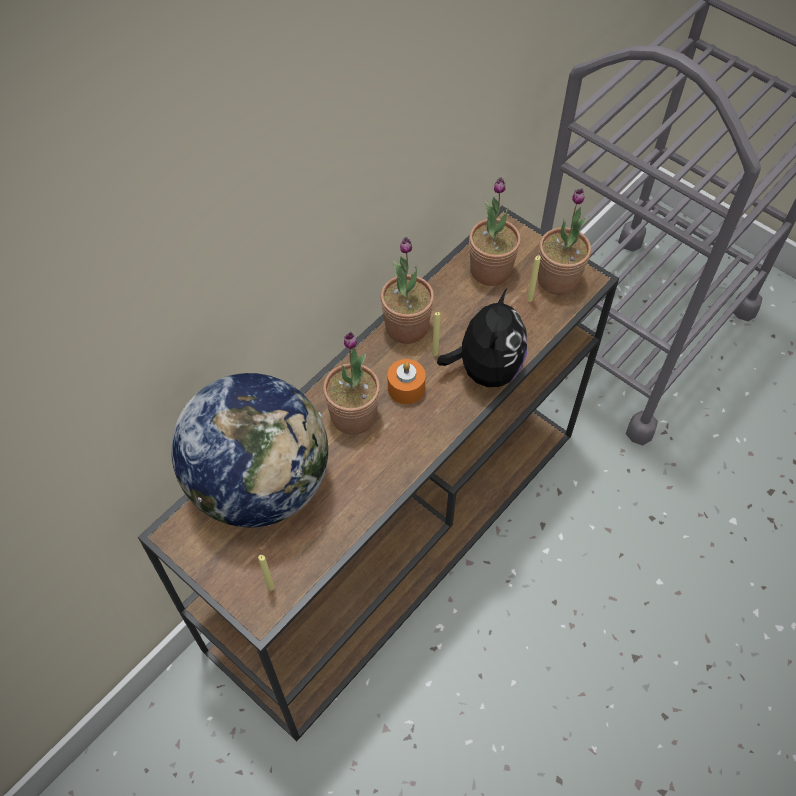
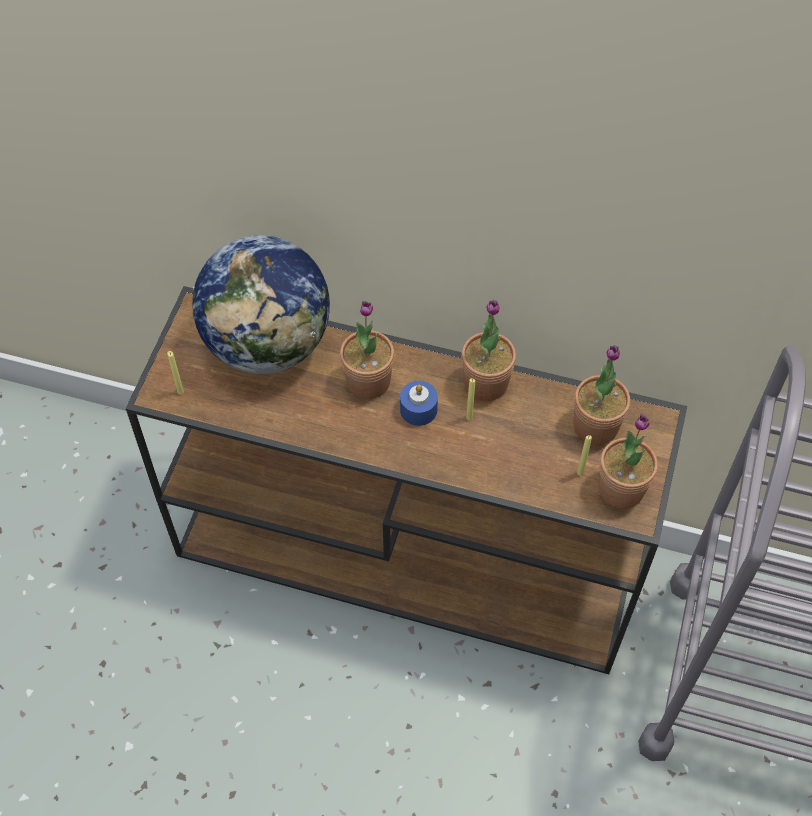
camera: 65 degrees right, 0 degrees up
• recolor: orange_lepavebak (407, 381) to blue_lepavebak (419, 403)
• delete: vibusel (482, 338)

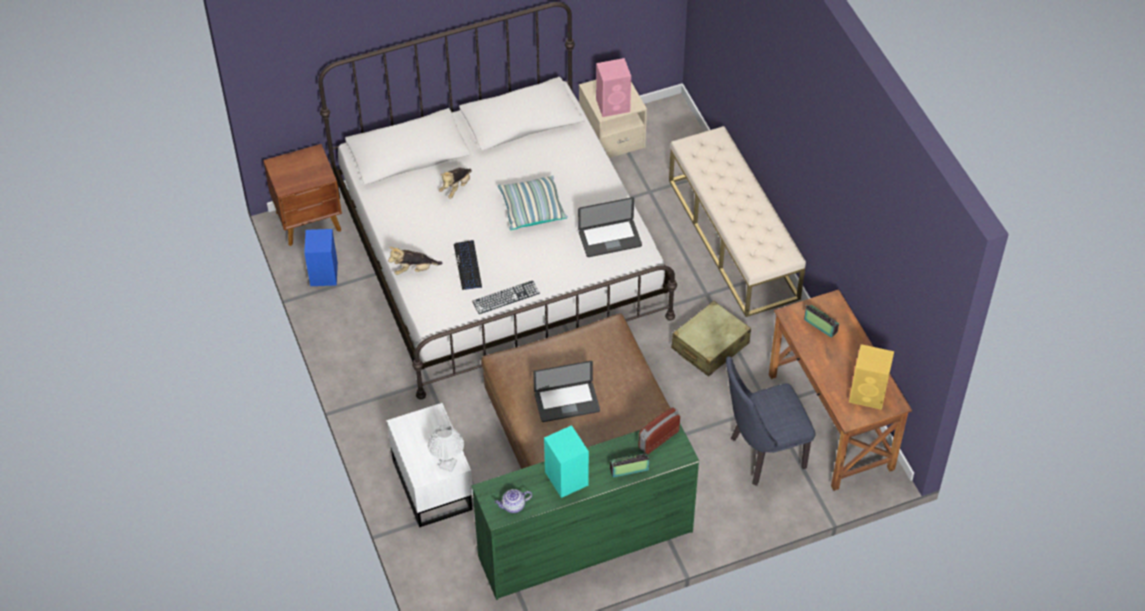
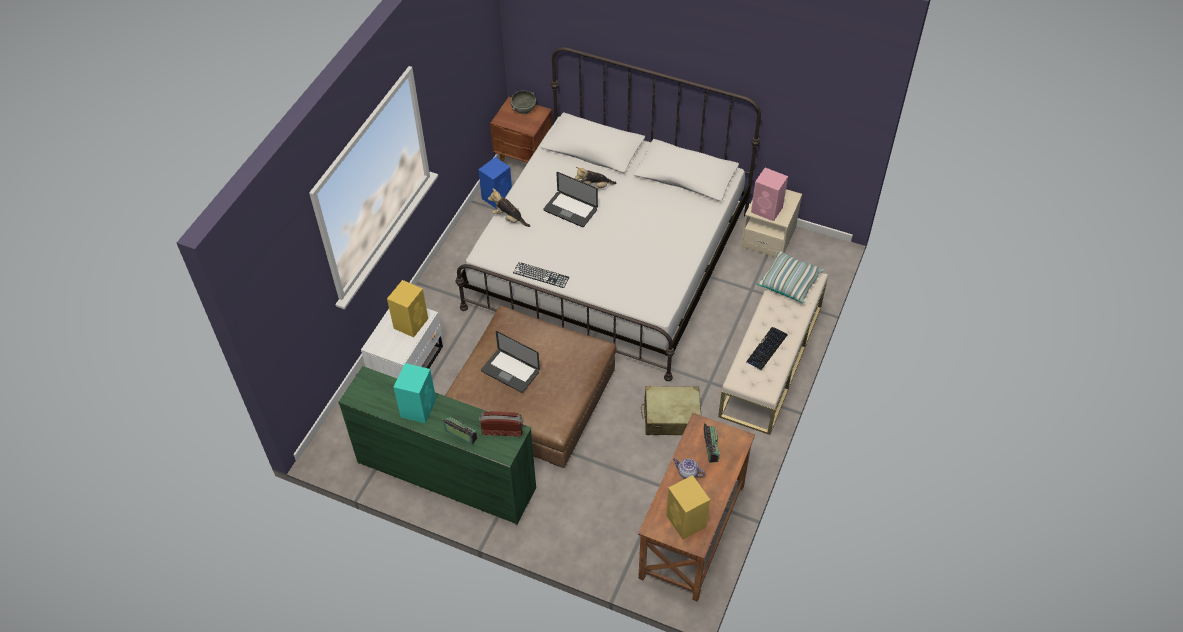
camera: 45 degrees right, 0 degrees up
• delete: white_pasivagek (446, 448)
• move: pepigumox (468, 265) to (767, 348)
• move: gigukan (513, 501) to (689, 468)
• move: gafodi (533, 202) to (790, 276)
• move: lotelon (610, 227) to (570, 199)
• delete: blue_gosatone (770, 421)
• insert: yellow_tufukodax (407, 308)
• insert: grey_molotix (523, 102)

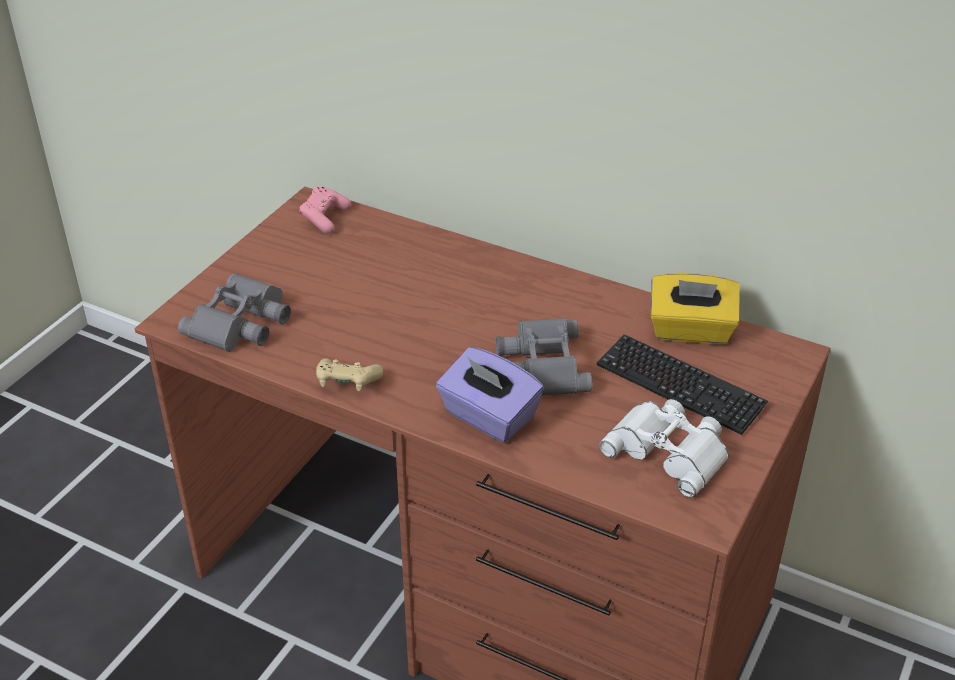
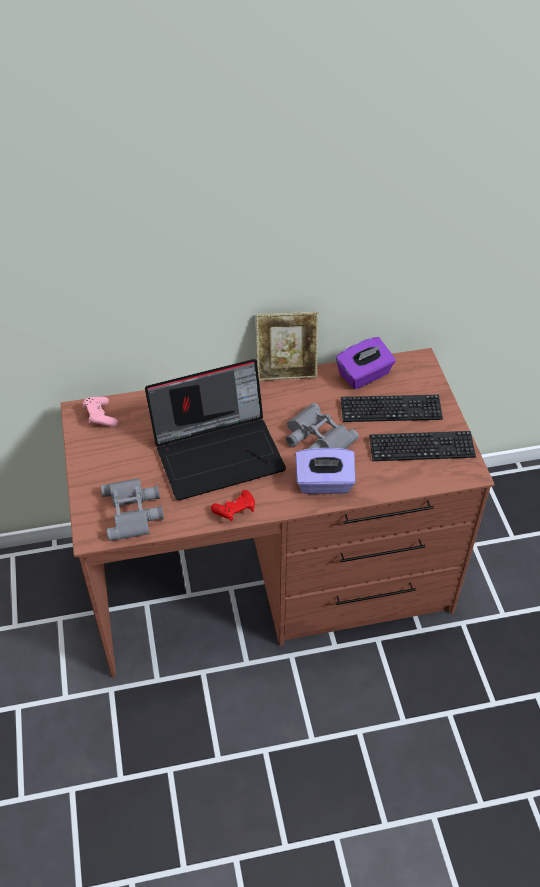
camera: 40 degrees left, 10 degrees up
• recolor: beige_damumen (349, 374) to red_damumen (233, 505)
• replace: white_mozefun (664, 448) to pepigumox (422, 446)
• recolor: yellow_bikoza (695, 308) to purple_bikoza (366, 363)
• insert: lotelon (215, 429)
• insert: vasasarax (287, 346)

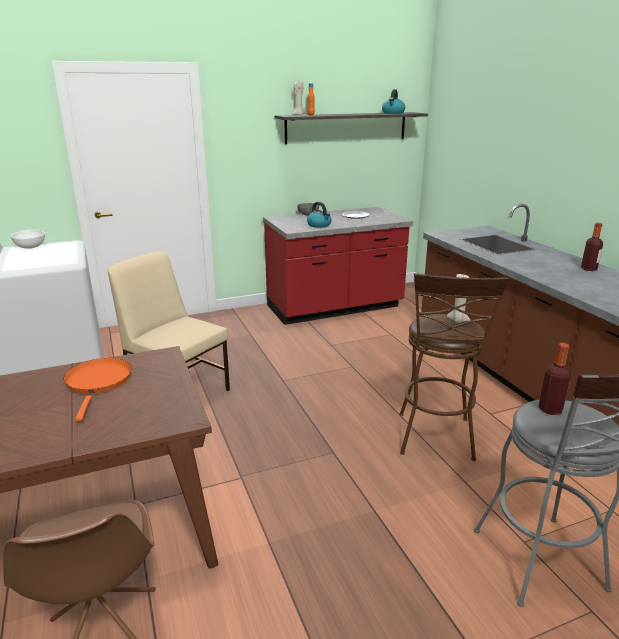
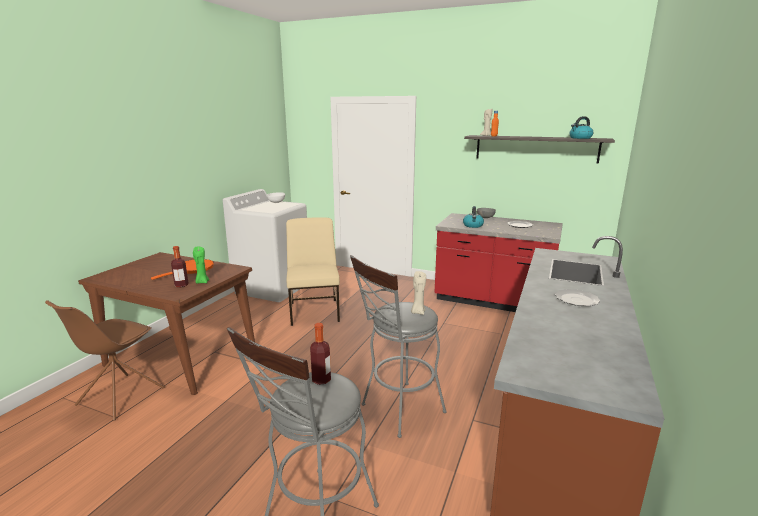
camera: 45 degrees right, 5 degrees down
• recolor: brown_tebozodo (454, 367) to grey_tebozodo (398, 346)
• move: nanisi (592, 247) to (180, 266)
• insert: green_lepavebak (201, 265)
• insert: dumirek (577, 297)

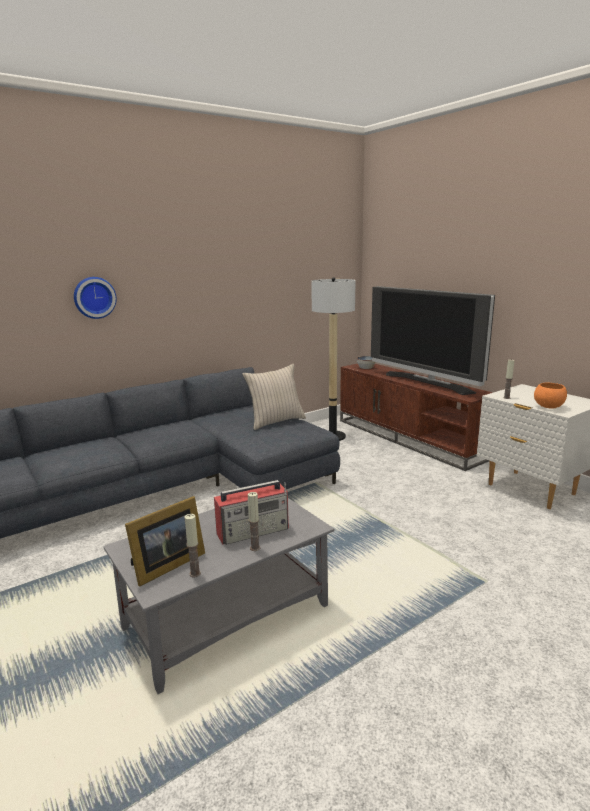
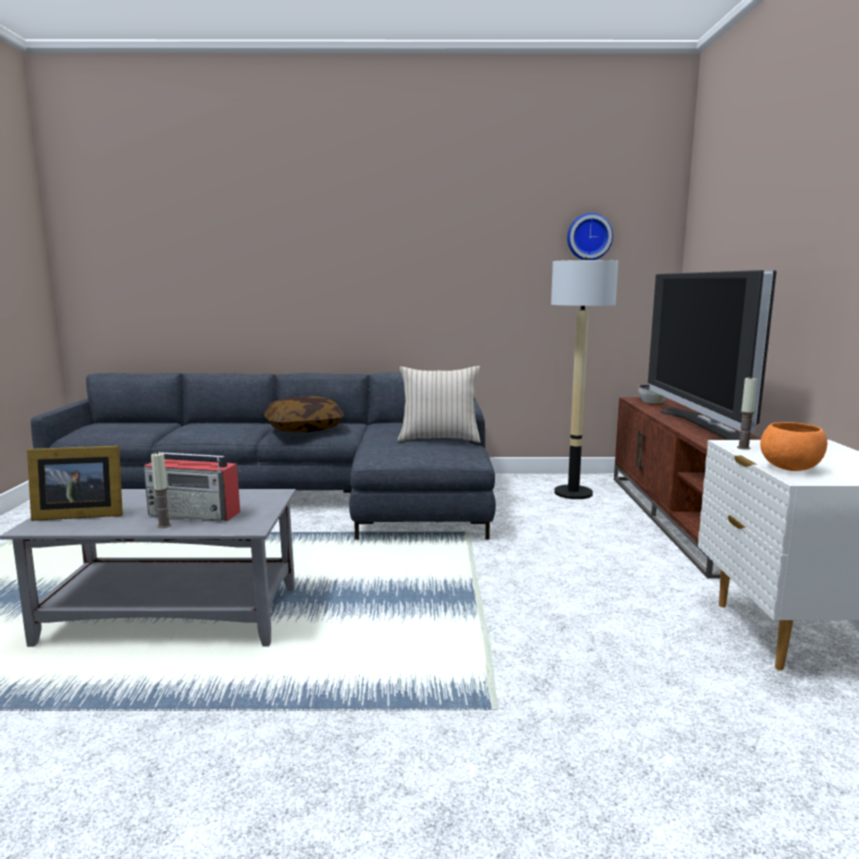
camera: 35 degrees right, 5 degrees down
• move: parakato (95, 298) to (590, 236)
• delete: lepavebak (192, 545)
• insert: gafodi (304, 414)

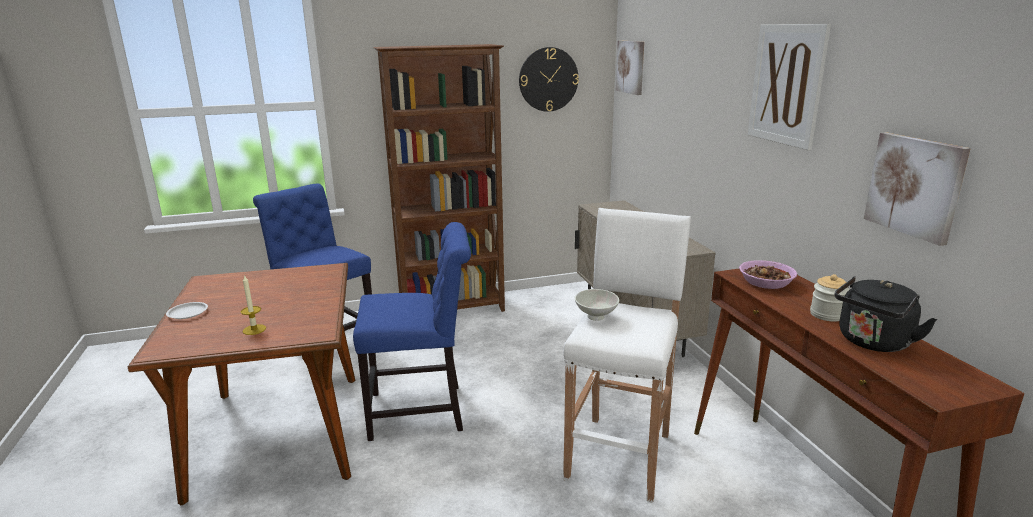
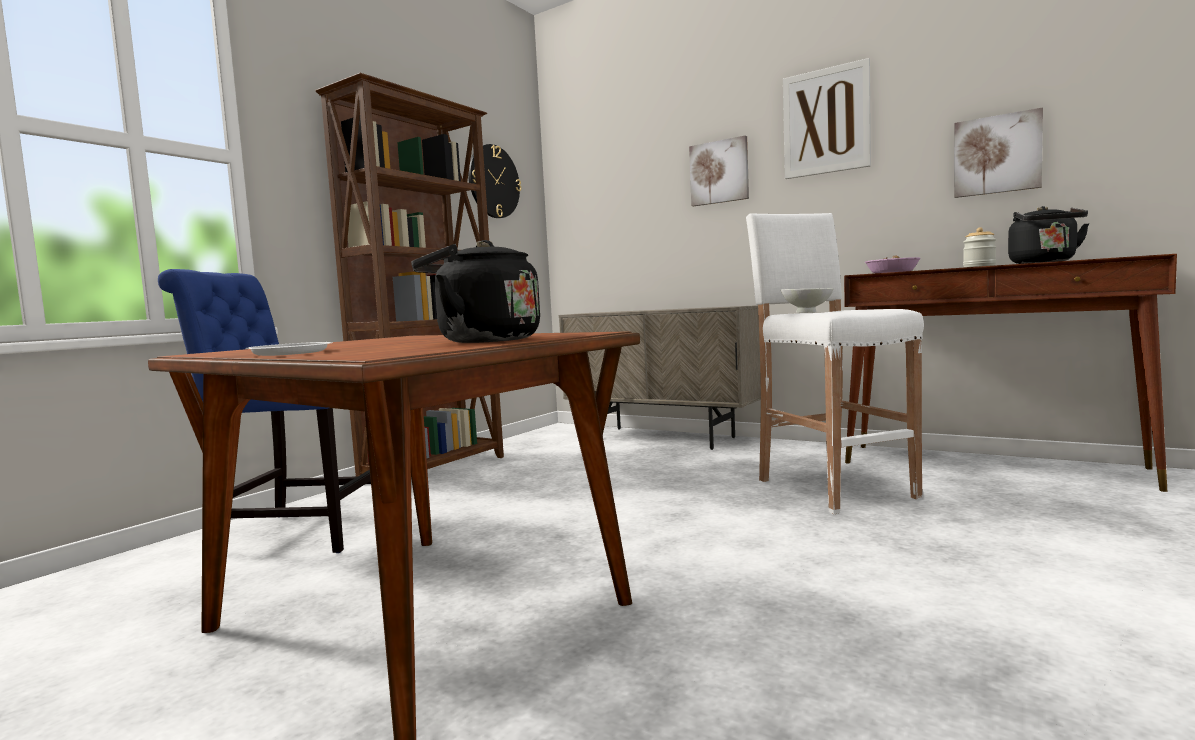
camera: 40 degrees left, 15 degrees down
• replace: lepavebak (253, 304) to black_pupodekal (475, 291)
• delete: blue_gosatone (412, 331)
• move: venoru (630, 68) to (719, 171)

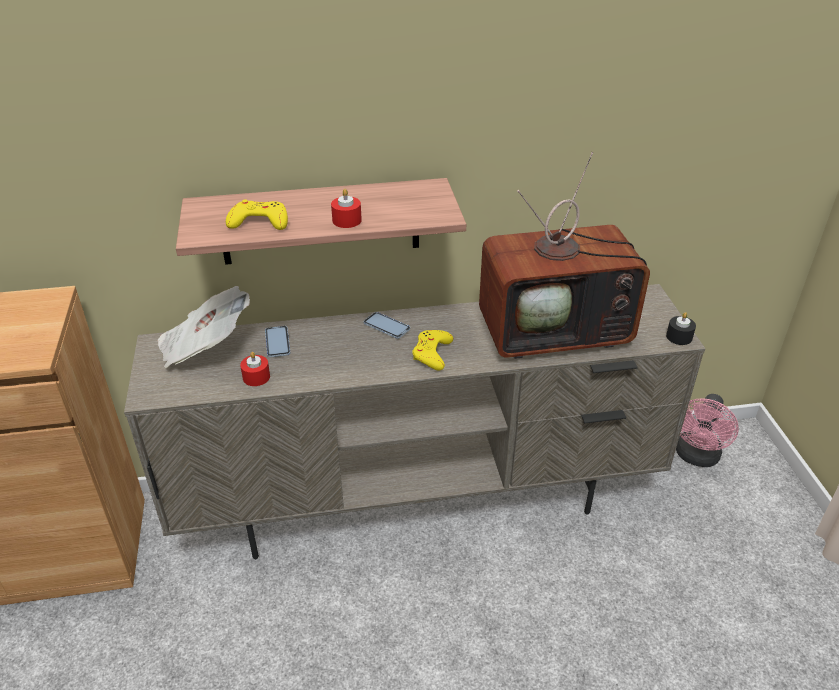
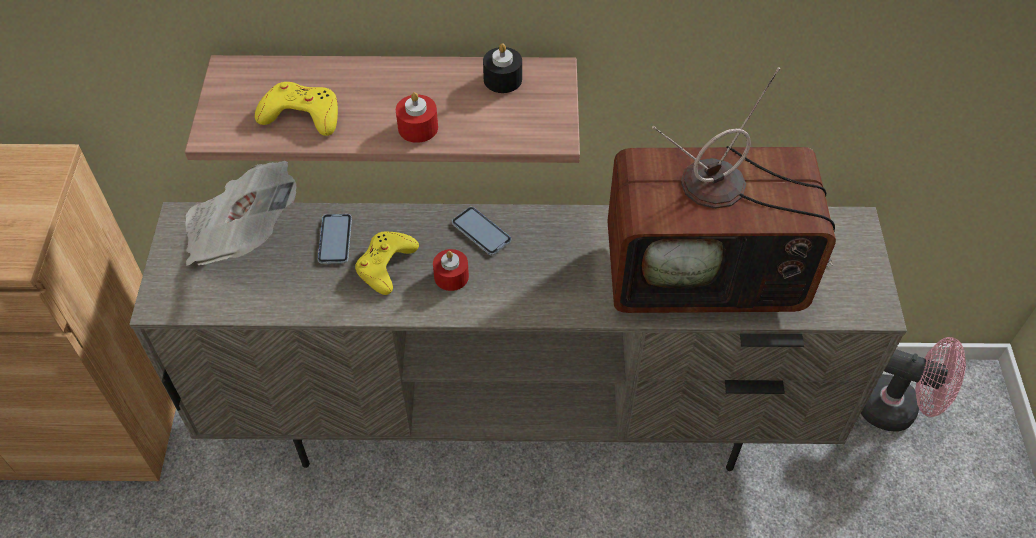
camera: 10 degrees right, 15 degrees up
• move: red_lepavebak (255, 369) to (451, 270)
• move: yellow_damumen (432, 350) to (387, 263)
• move: black_lepavebak (681, 328) to (502, 68)
• rotate: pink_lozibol (707, 430) = (913, 384) 105 degrees counterclockwise

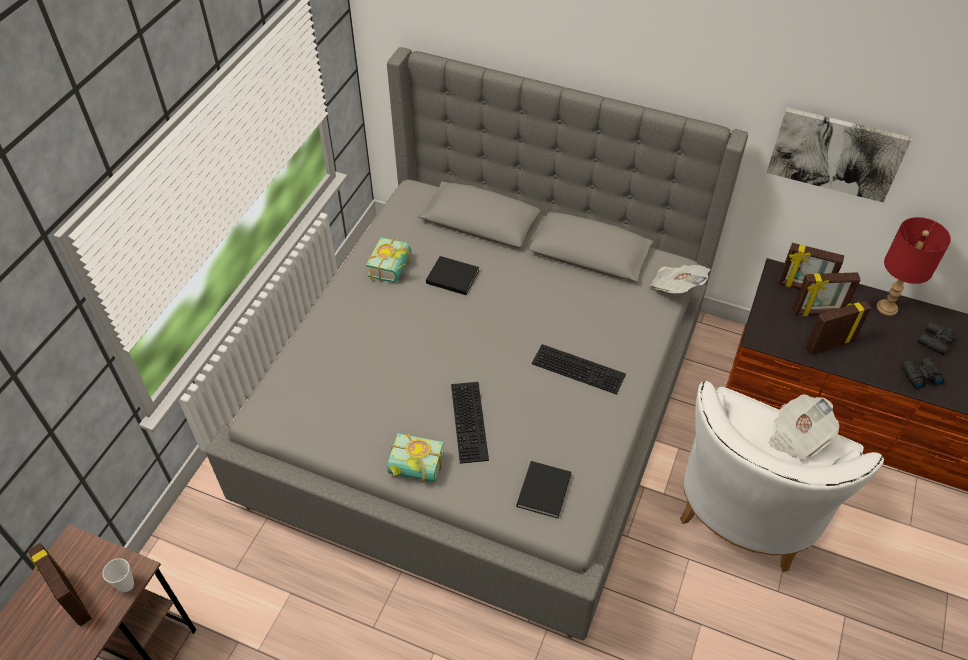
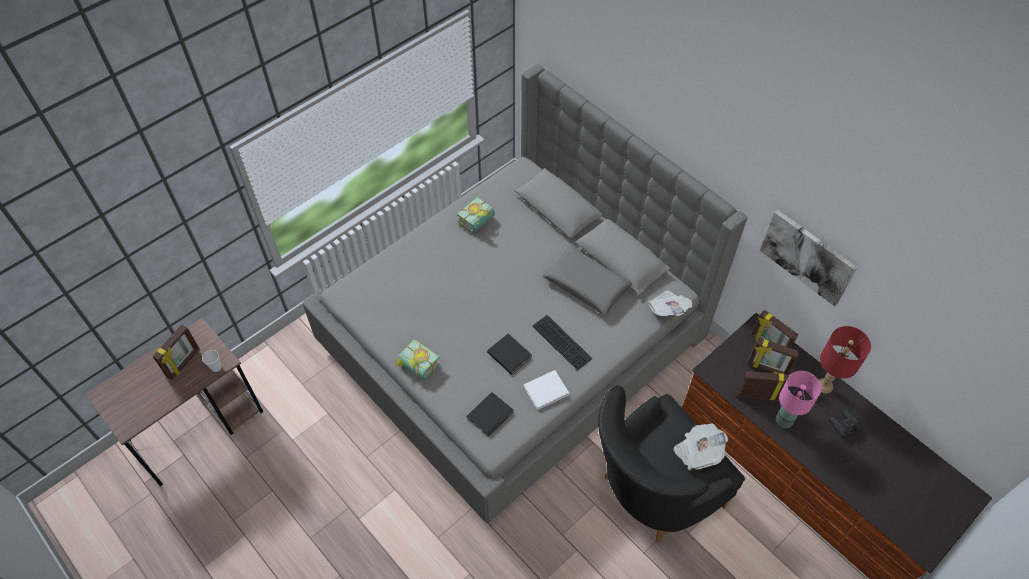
camera: 25 degrees right, 5 degrees up
• rotate: vasasarax (60, 584) = (176, 352) 135 degrees counterclockwise
• move: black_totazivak (452, 275) to (509, 354)
• delete: pepigumox (470, 423)
• recolor: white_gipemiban (782, 476) to black_gipemiban (671, 464)
• delete: black_mozefun (923, 373)
• insert: white_totazivak (546, 390)
• insert: grey_gafodi (587, 280)
• insert: pink_pasivagek (799, 399)

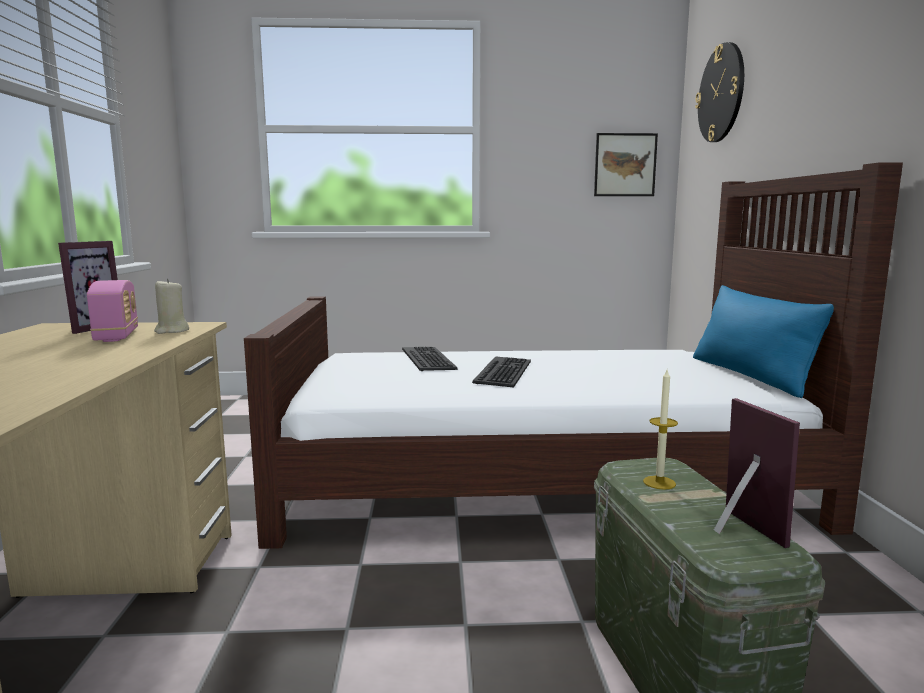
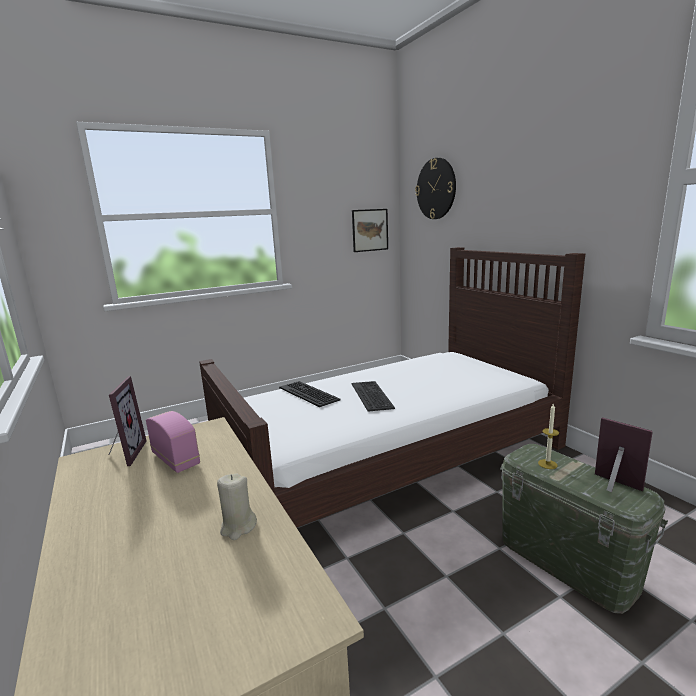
camera: 25 degrees left, 5 degrees up
• move: beige_lepavebak (171, 306) to (237, 507)
• delete: blue_gafodi (763, 341)

